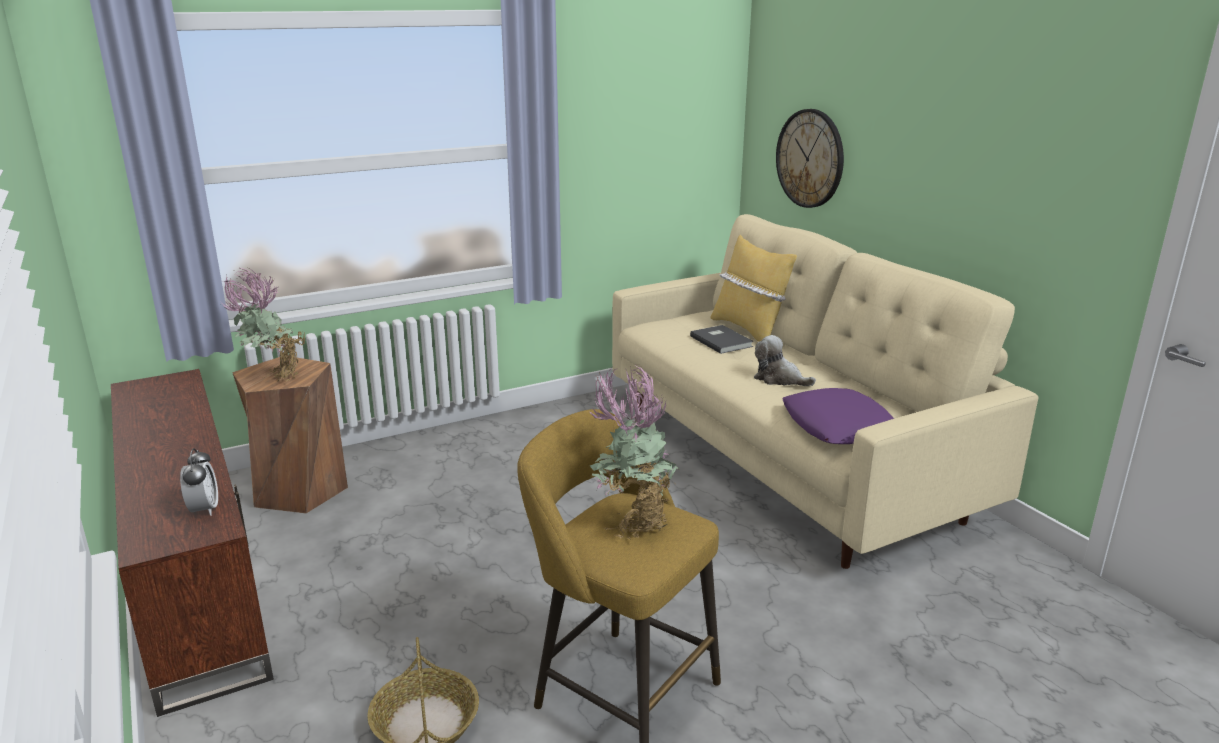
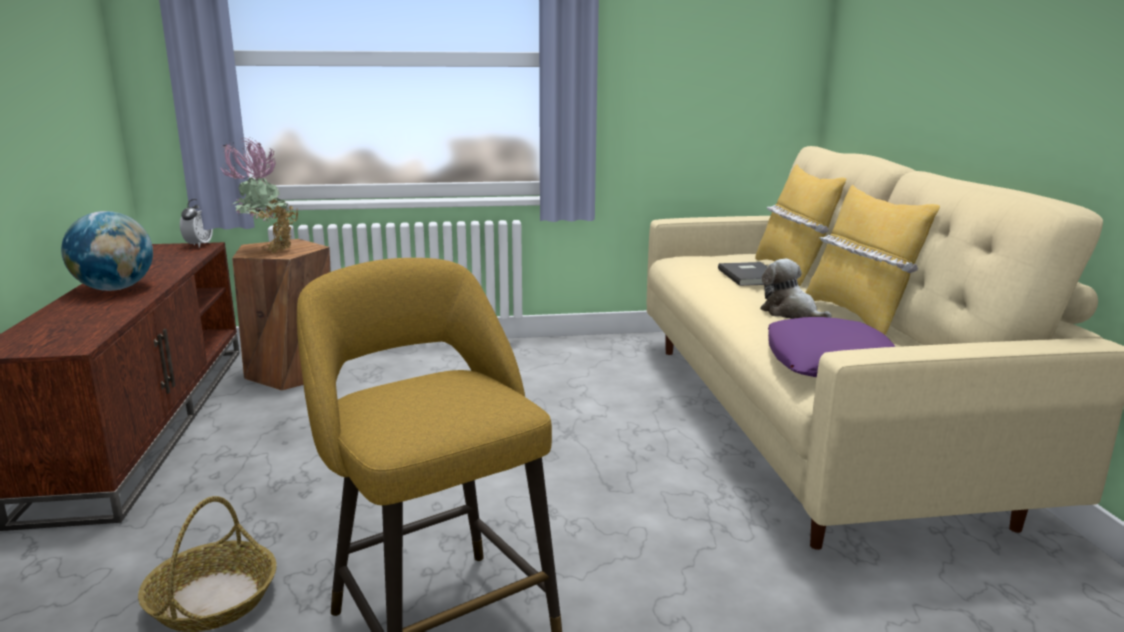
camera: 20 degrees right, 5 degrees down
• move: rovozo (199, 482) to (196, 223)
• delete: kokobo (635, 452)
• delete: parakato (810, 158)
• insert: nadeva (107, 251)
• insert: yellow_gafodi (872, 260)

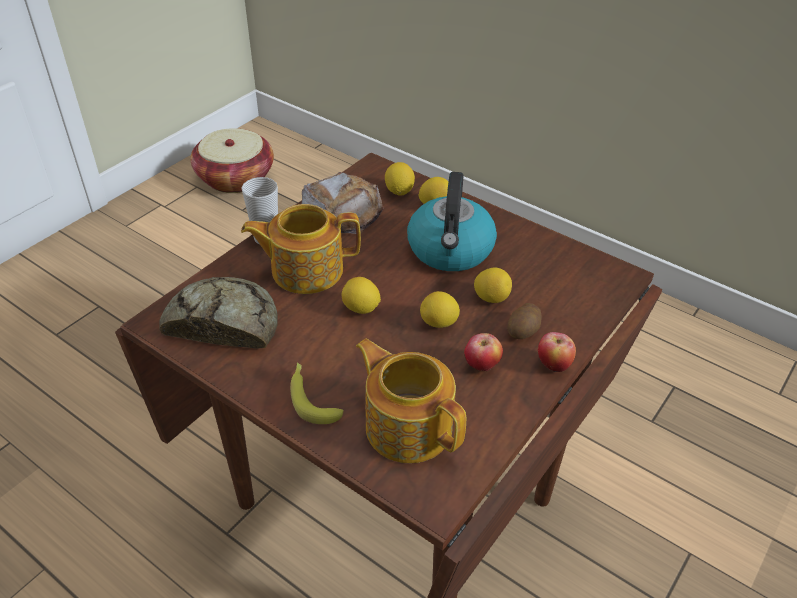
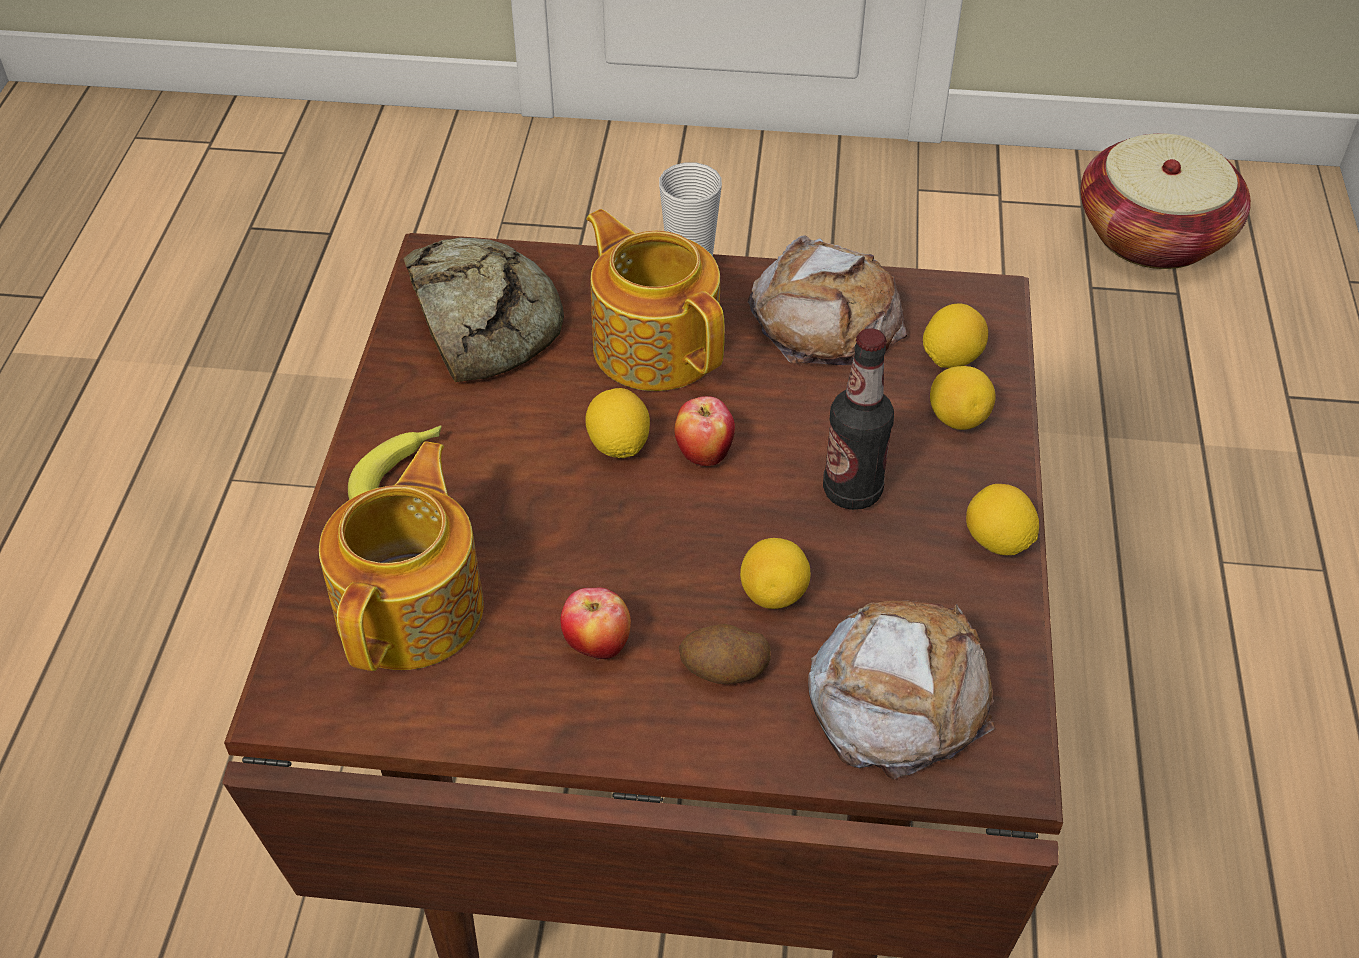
camera: 60 degrees right, 5 degrees up
• replace: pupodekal (452, 221) to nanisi (858, 419)
• move: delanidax (440, 309) to (1002, 519)
• move: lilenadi (557, 352) to (704, 431)
• insert: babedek (901, 689)

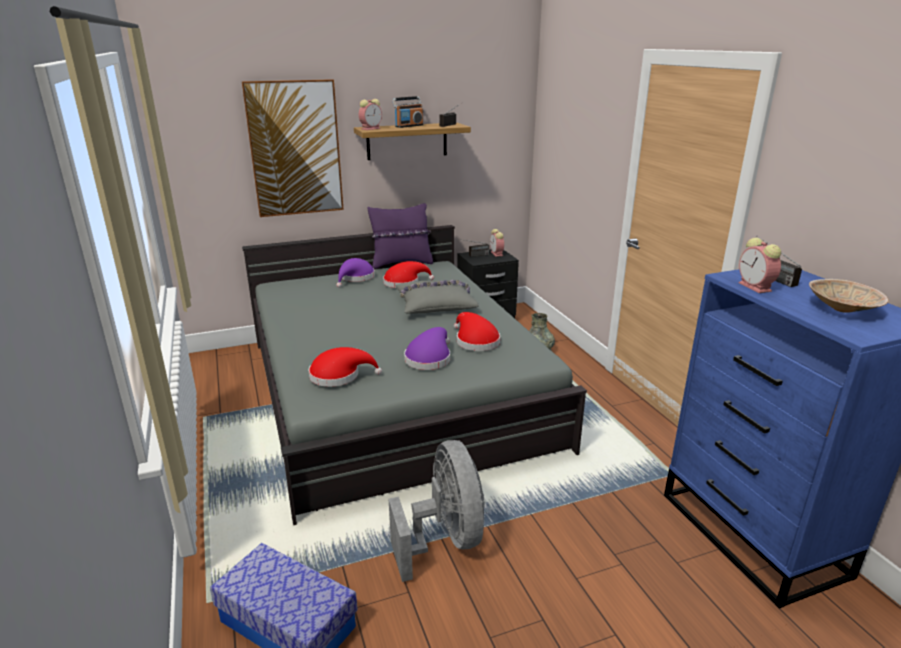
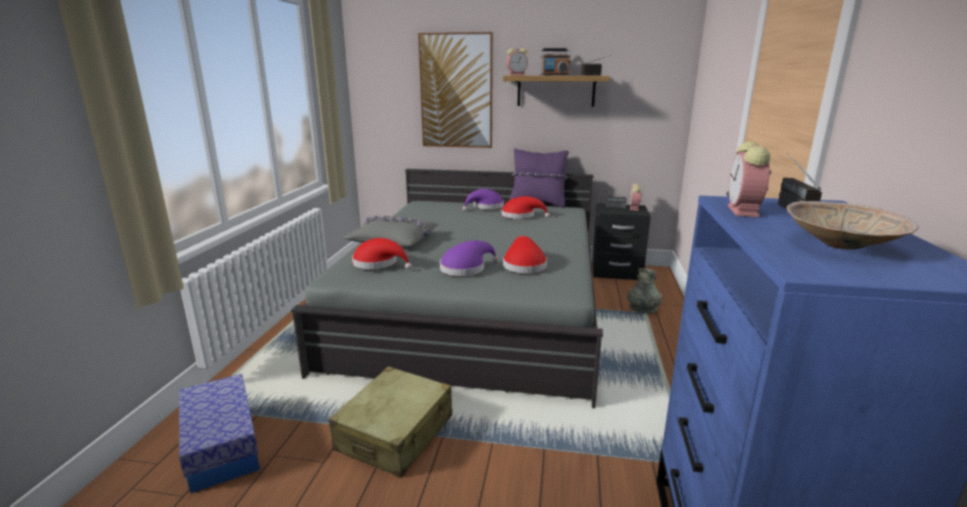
camera: 30 degrees right, 5 degrees down
• replace: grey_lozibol (437, 511) to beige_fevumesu (390, 422)
• move: grey_gafodi (437, 296) to (391, 232)

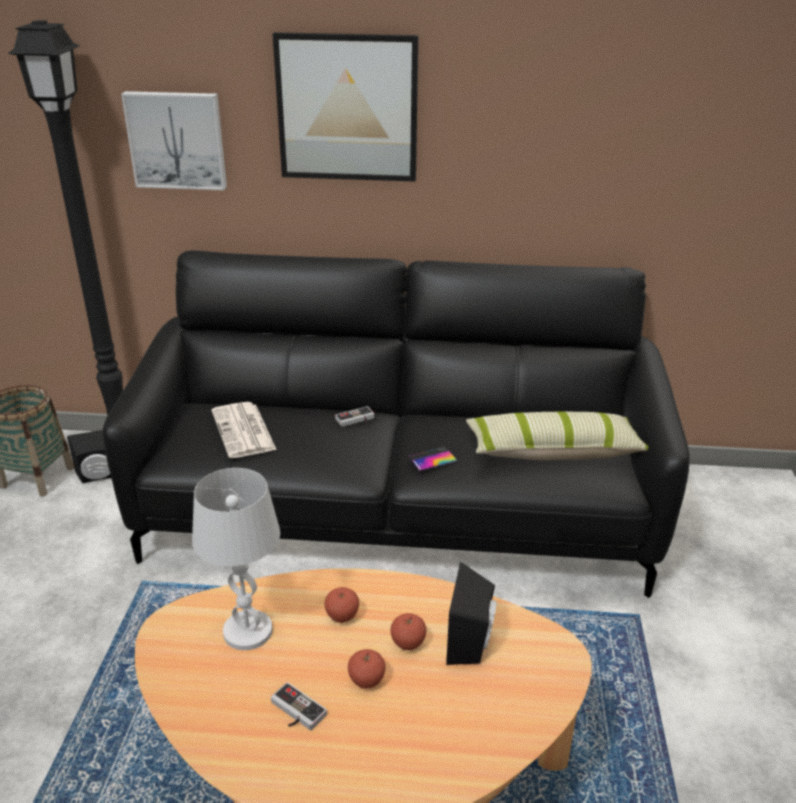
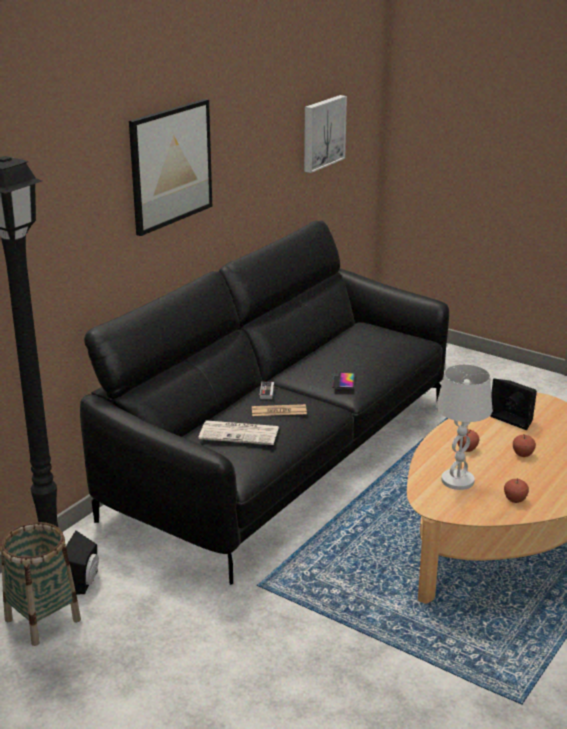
camera: 60 degrees left, 5 degrees down
• move: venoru (174, 140) to (325, 134)
• delete: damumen (299, 706)
• move: lilenadi (408, 631) to (516, 490)
• delete: gafodi (557, 436)
• insert: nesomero (279, 410)

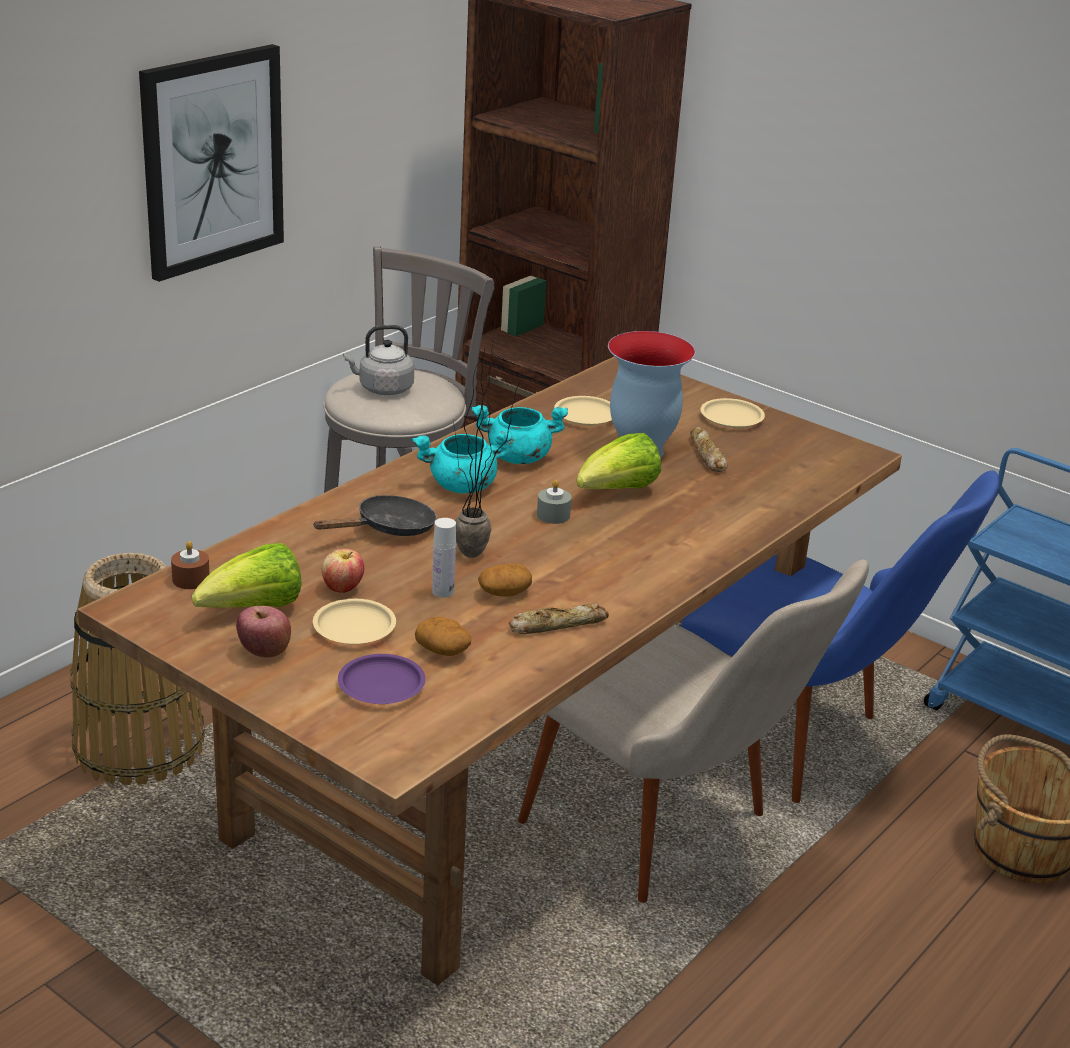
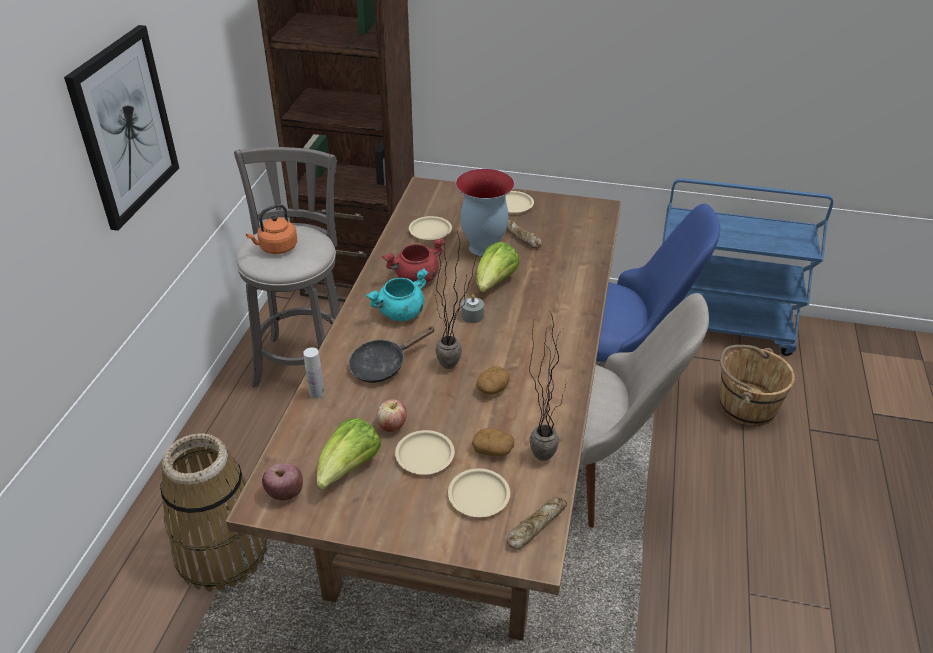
camera: 25 degrees left, 10 degrees up
• delete: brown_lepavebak (190, 565)
• move: lilenadi (263, 632) to (282, 481)
• rotate: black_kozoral (375, 515) = (391, 354) 150 degrees counterclockwise
• recolor: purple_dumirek (381, 679) to beige_dumirek (479, 492)
• recolor: grey_pupodekal (378, 360) to orange_pupodekal (271, 229)
• move: white_nanisi (444, 558) to (314, 373)
• recolor: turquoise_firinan (520, 434) to red_firinan (413, 260)
• move: babedek (559, 618) to (537, 523)
• insert: kokobo (547, 385)

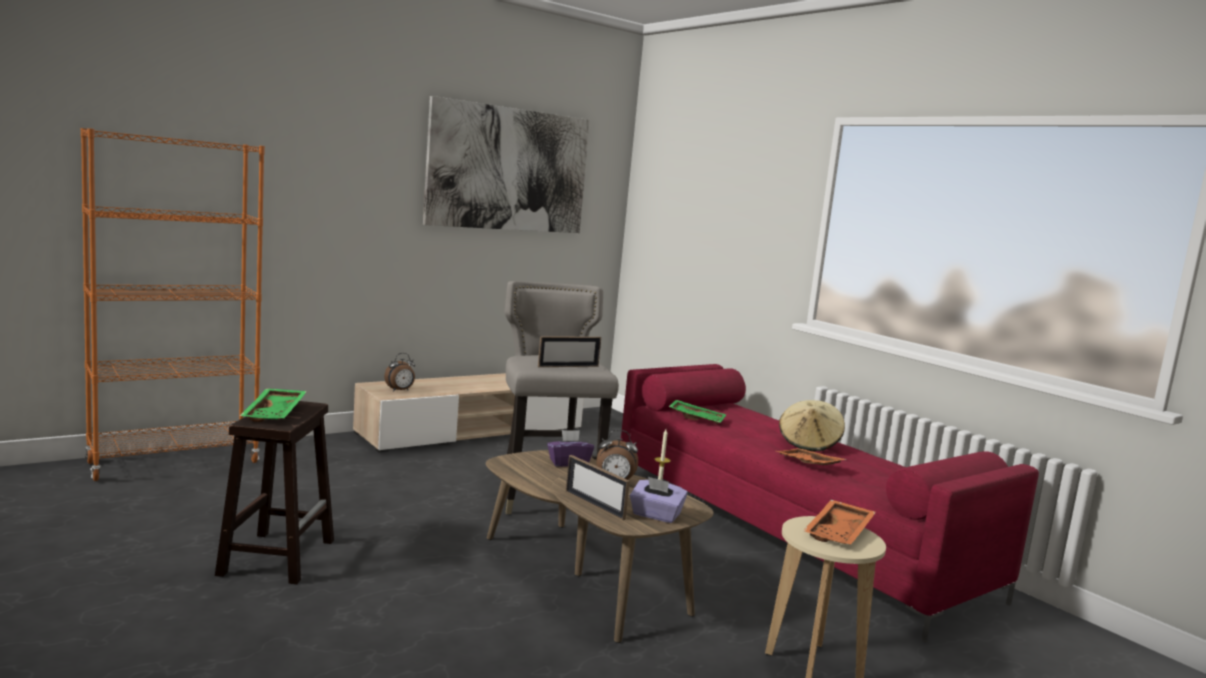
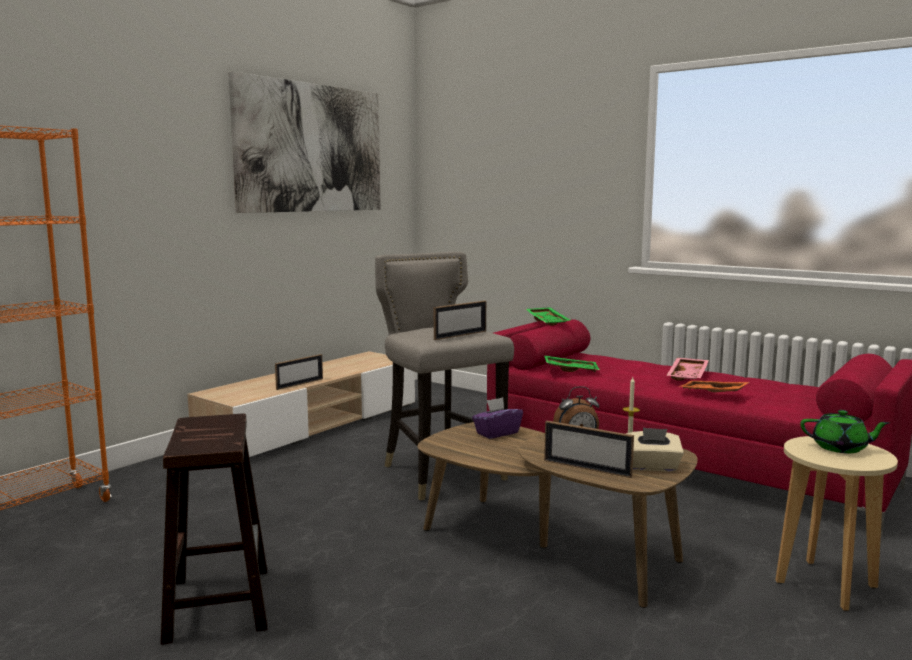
camera: 15 degrees left, 0 degrees up
• move: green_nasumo (273, 405) to (548, 316)
• delete: rovozo (399, 372)
• recolor: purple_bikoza (658, 499) to beige_bikoza (655, 449)
• replace: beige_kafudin (812, 425) to pink_nasumo (687, 369)
• replace: orange_nasumo (839, 522) to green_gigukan (845, 431)
• insert: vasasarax (299, 372)

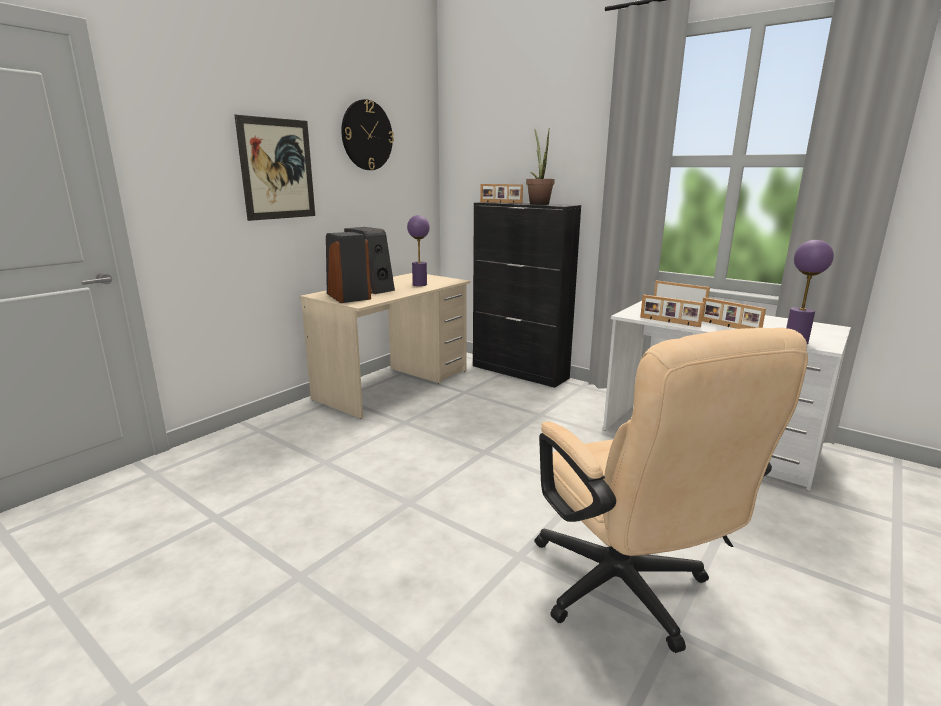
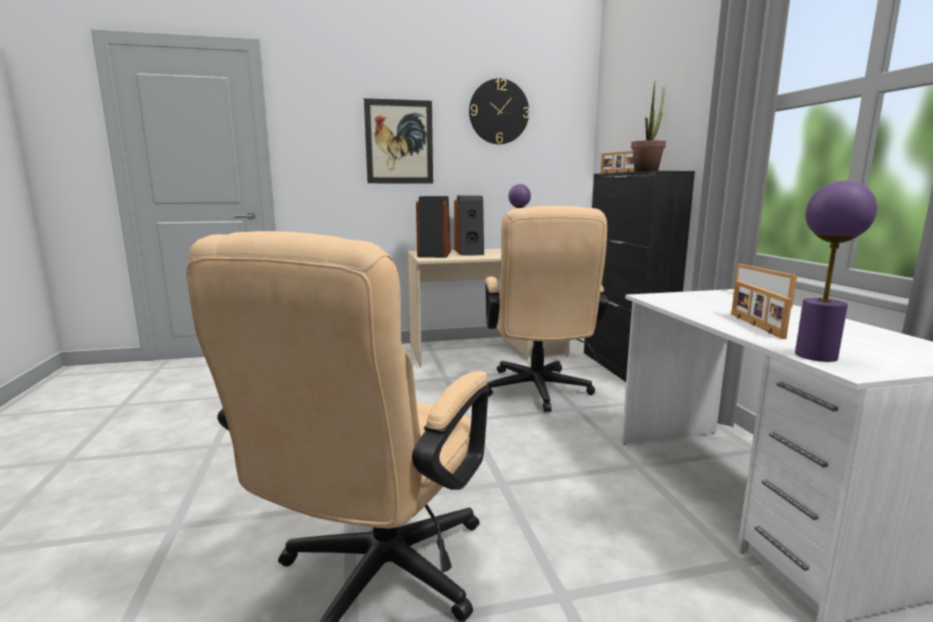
camera: 40 degrees right, 5 degrees down
• delete: vasasarax (672, 311)
• insert: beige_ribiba (546, 309)

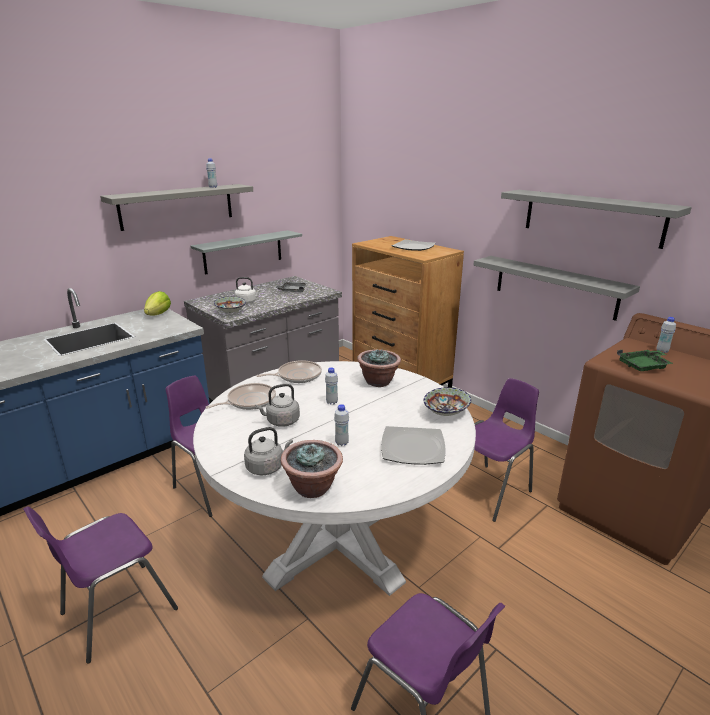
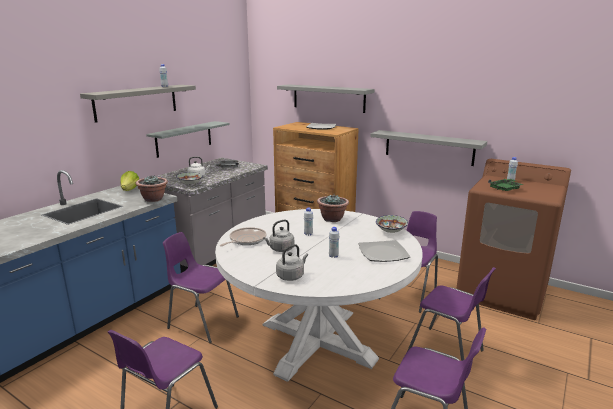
camera: 15 degrees left, 5 degrees down
• delete: kozoral (289, 371)
• move: kokobo (312, 469) to (152, 188)
• move: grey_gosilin (596, 219) to (325, 98)
• insert: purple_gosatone (452, 314)

